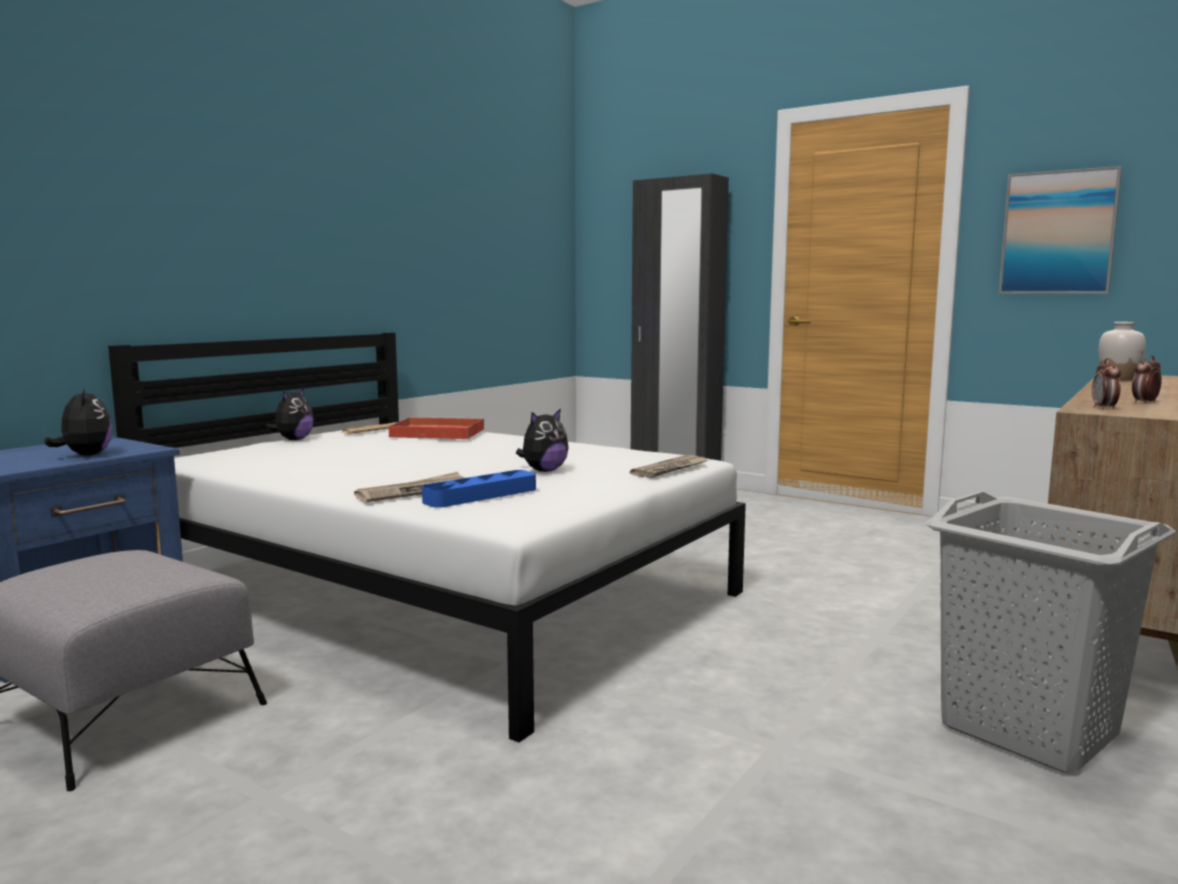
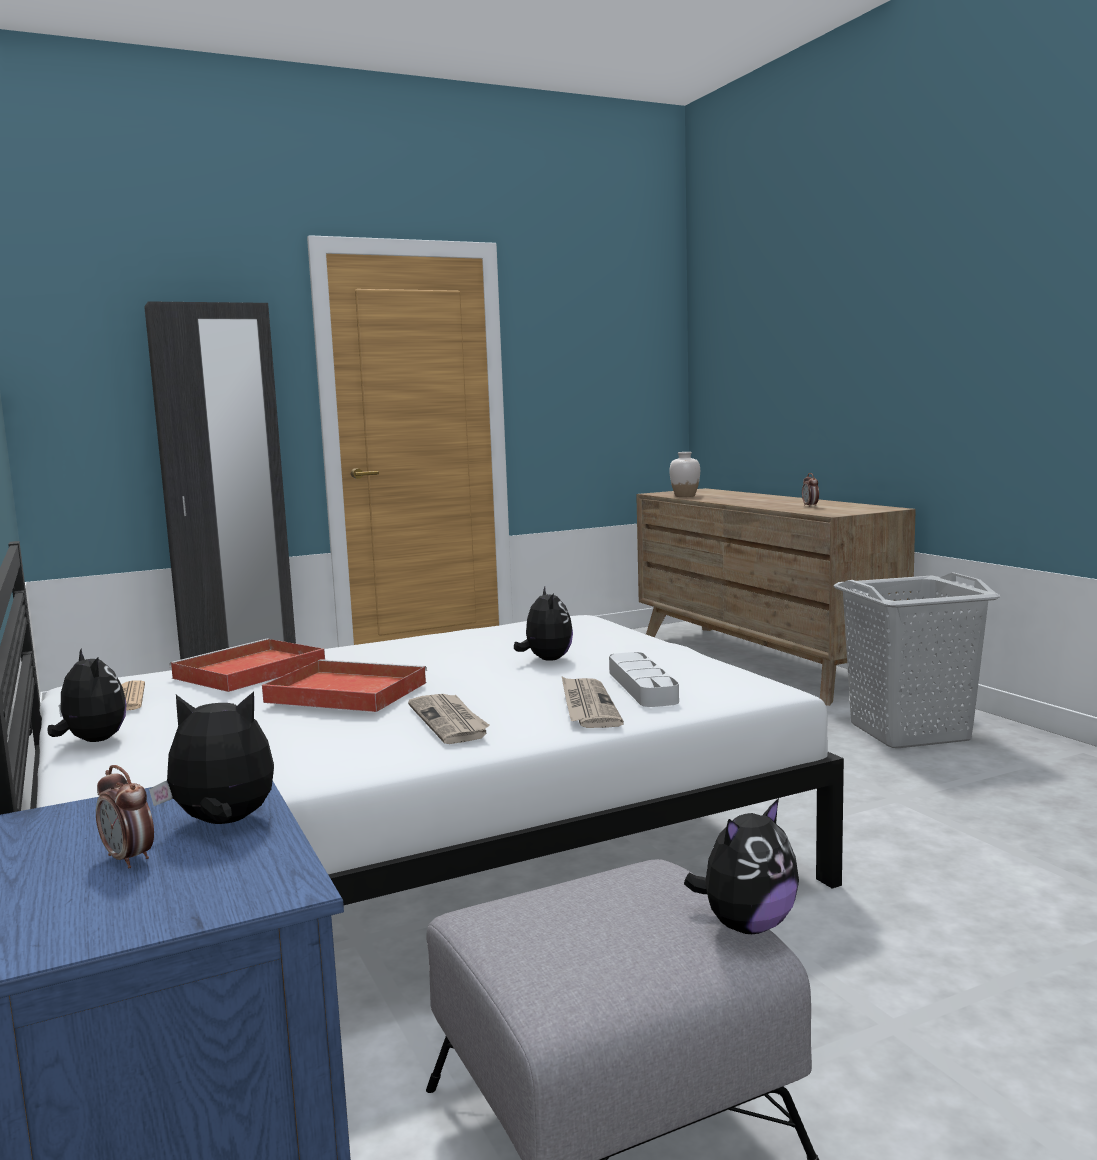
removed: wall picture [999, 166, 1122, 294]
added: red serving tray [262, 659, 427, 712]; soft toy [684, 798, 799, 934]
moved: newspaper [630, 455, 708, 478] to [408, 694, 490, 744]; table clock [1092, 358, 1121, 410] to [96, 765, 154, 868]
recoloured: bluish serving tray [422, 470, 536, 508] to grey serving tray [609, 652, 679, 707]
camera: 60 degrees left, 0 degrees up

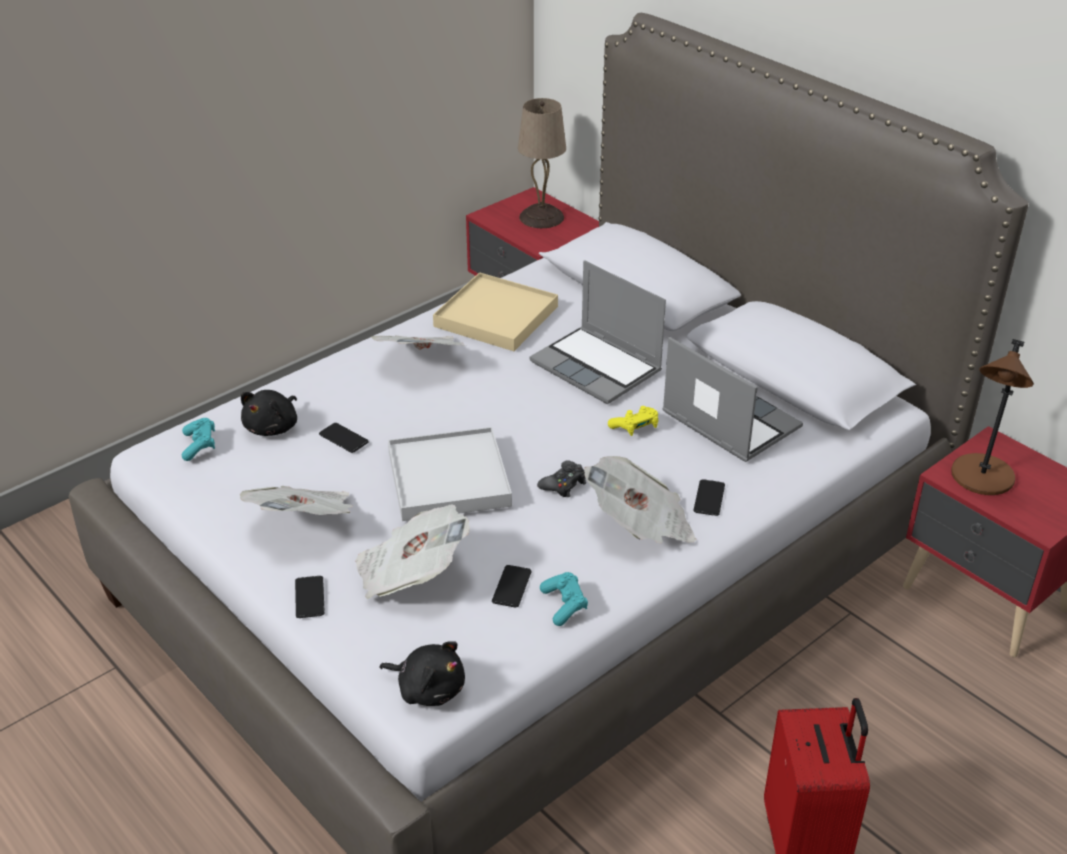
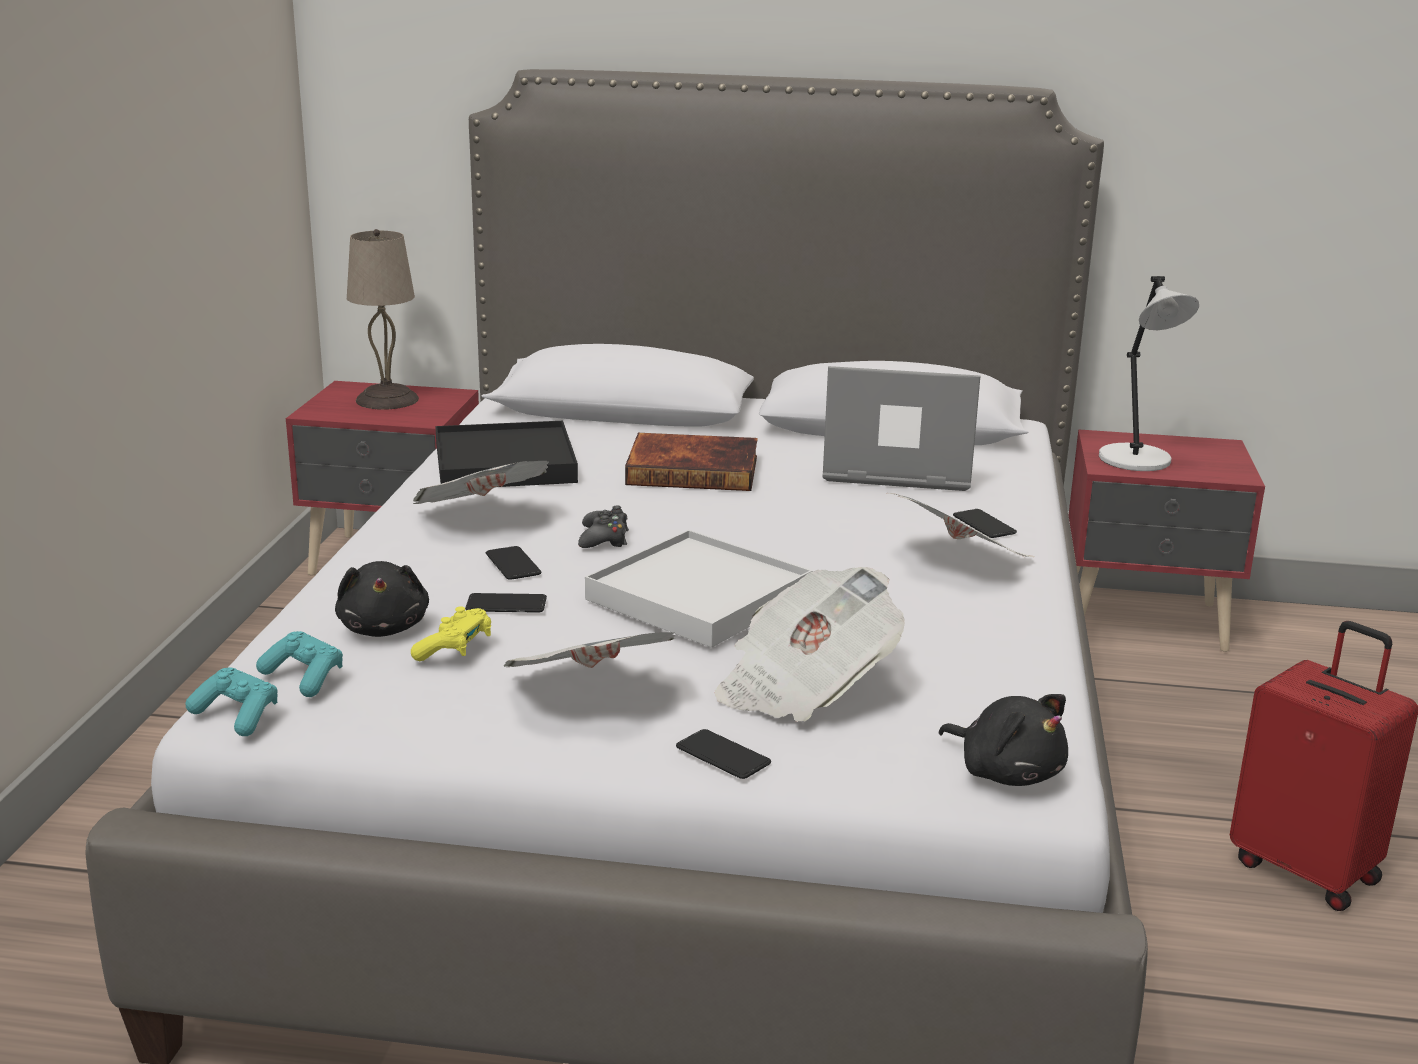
moved: telephone [492, 565, 532, 607] to [486, 546, 541, 580]; black gamepad [537, 460, 586, 497] to [578, 505, 629, 548]; blue-green gamepad [540, 572, 588, 626] to [185, 667, 278, 736]; yellow gamepad [608, 406, 658, 436] to [411, 606, 491, 661]
replaced: laptop [530, 260, 666, 404] to book [625, 433, 758, 491]
recoloured: sand-coloured serving tray [433, 272, 558, 351] to black serving tray [435, 421, 578, 487]; brown-coloured lamp for a table [951, 339, 1034, 495] to grey lamp for a table [1099, 276, 1199, 471]
turned: black soft toy [380, 641, 465, 706] = [939, 694, 1068, 786] 60 degrees clockwise
camera: 40 degrees left, 15 degrees down

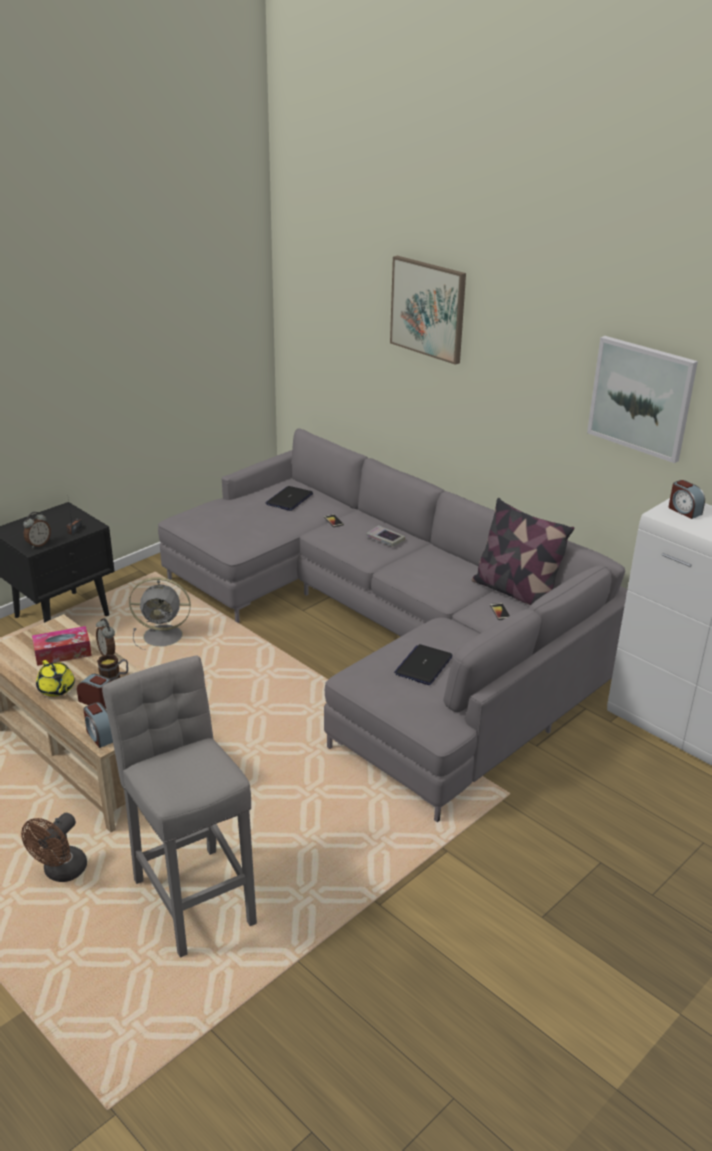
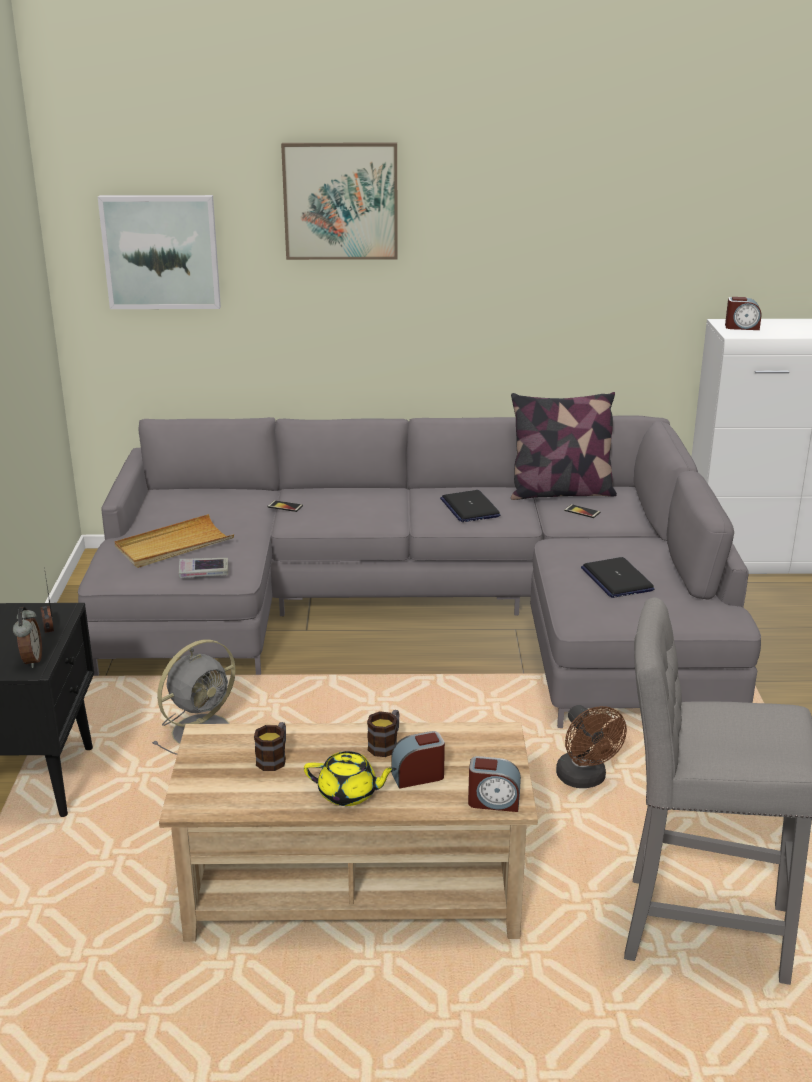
removed: table clock [96, 618, 115, 656]
added: sand-coloured serving tray [114, 514, 234, 568]
moved: brown-coloured electric fan [21, 813, 87, 882] to [556, 705, 627, 788]; laptop [265, 486, 313, 511] to [440, 490, 501, 522]; book [366, 525, 405, 547] to [179, 558, 228, 578]; wall picture [587, 336, 698, 463] to [98, 195, 221, 309]
replaced: tissue holder [32, 626, 92, 666] to mug [254, 722, 286, 771]
camera: 45 degrees left, 5 degrees down

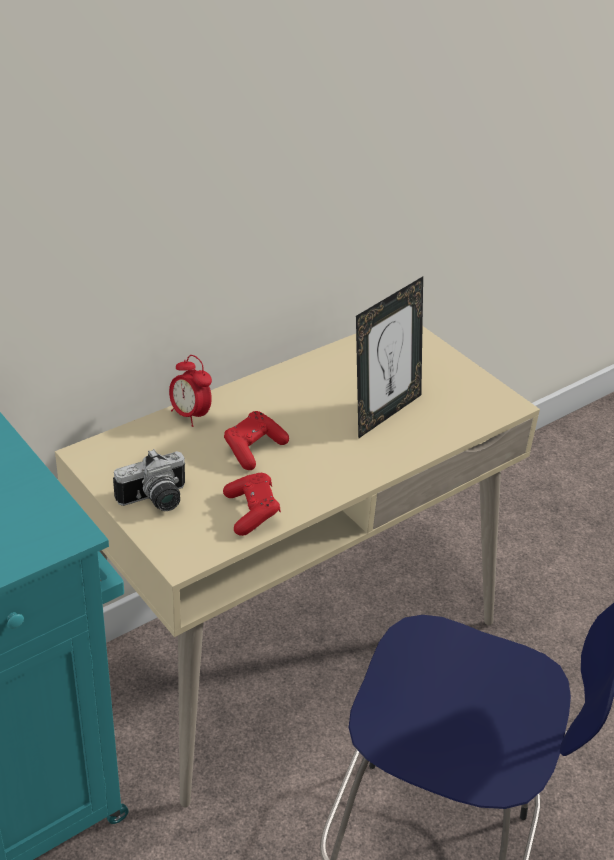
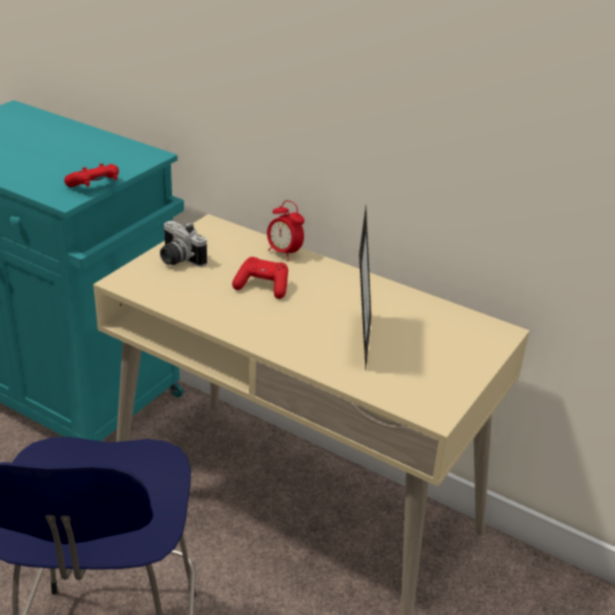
moved: red gamepad [223, 473, 281, 536] to [64, 163, 119, 187]
turned: table clock [169, 355, 212, 427] = [267, 200, 304, 261] 75 degrees counterclockwise; standing frame [356, 277, 423, 439] = [359, 207, 371, 371] 105 degrees counterclockwise
camera: 70 degrees right, 5 degrees down

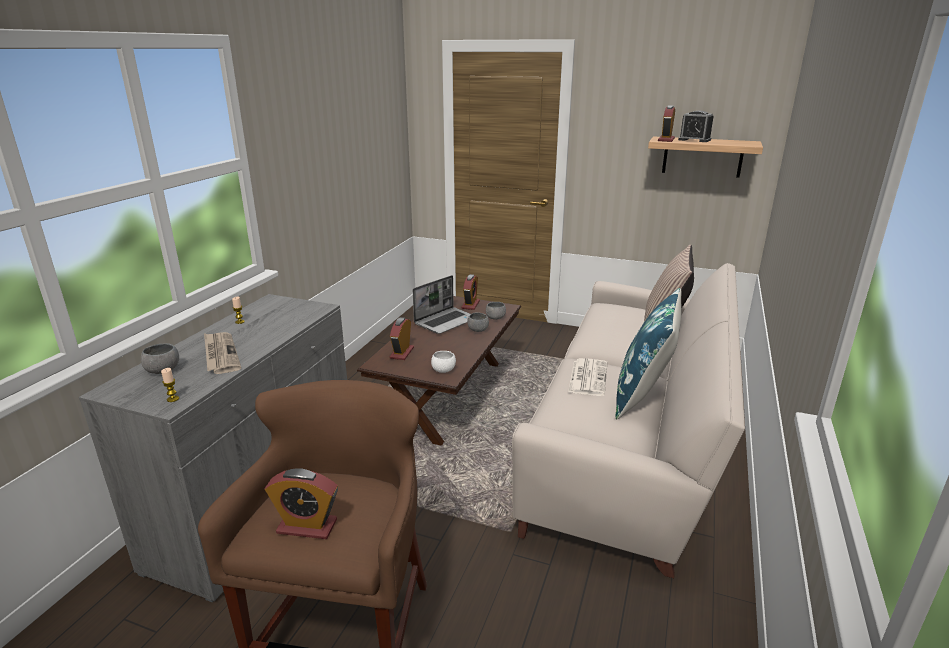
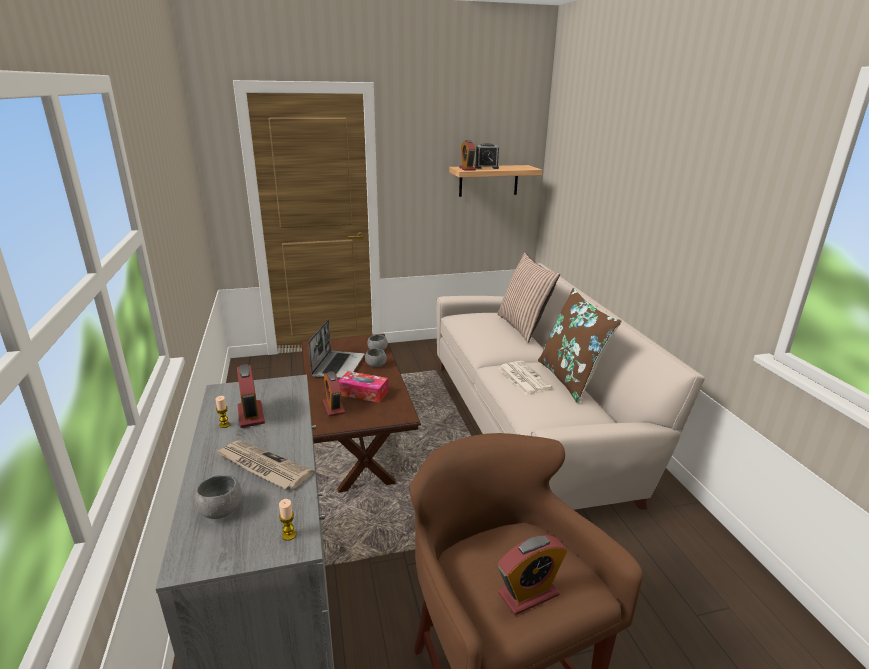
removed: white serving bowl [431, 351, 456, 373]
added: tissue holder [338, 371, 388, 403]
moved: table clock [461, 274, 480, 310] to [237, 364, 265, 428]
recoloured: bluish throw pillow [616, 288, 682, 419] to brown-coloured throw pillow [538, 288, 622, 403]
camera: 35 degrees left, 0 degrees up

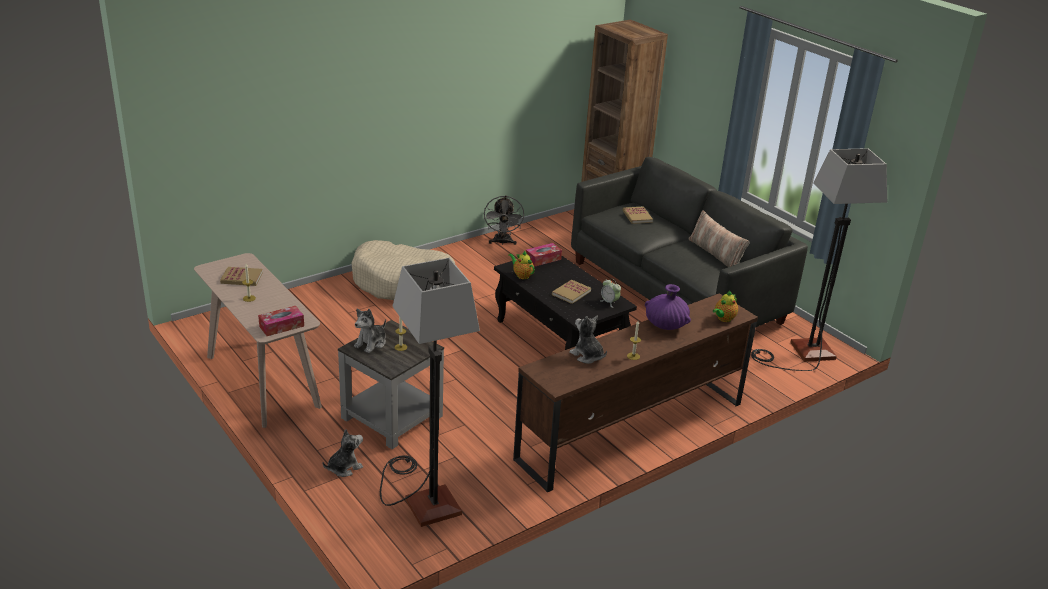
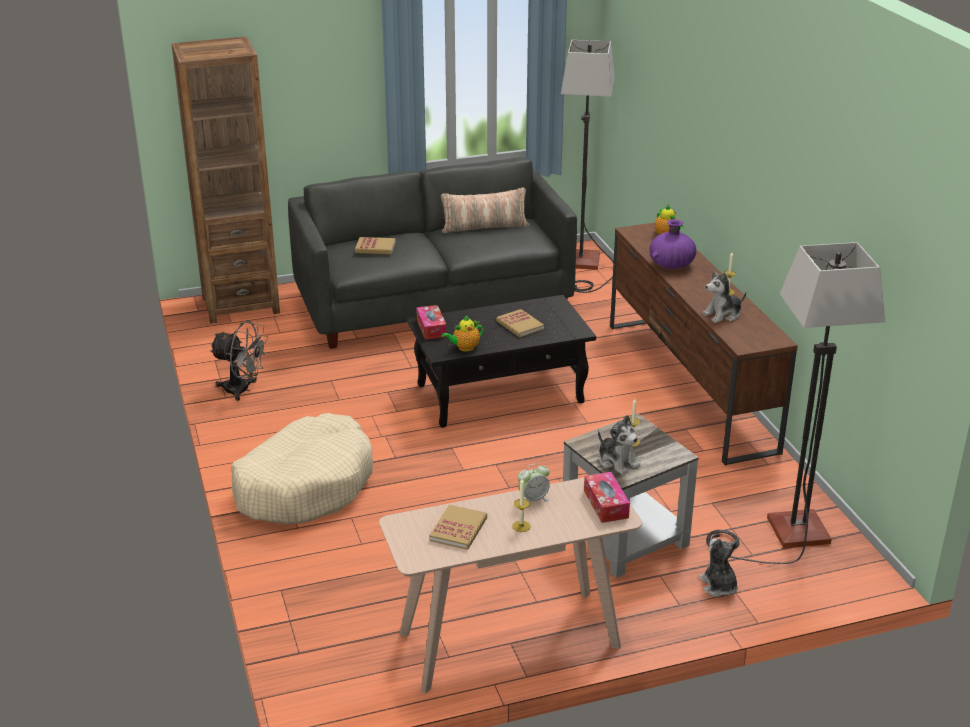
moved: table clock [600, 279, 621, 308] to [518, 463, 550, 506]
camera: 70 degrees left, 0 degrees up

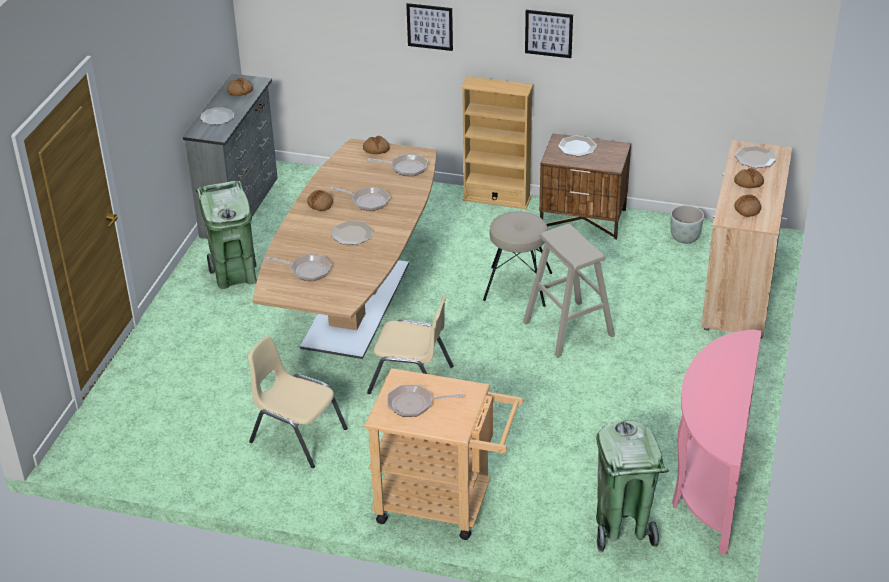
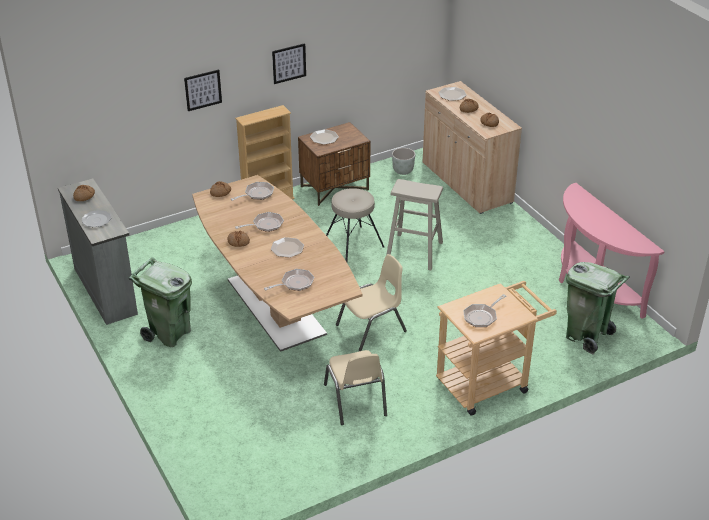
turned: sand-coloured chair [248, 336, 347, 468] = [324, 350, 387, 425] 90 degrees counterclockwise
camera: 45 degrees left, 0 degrees up

